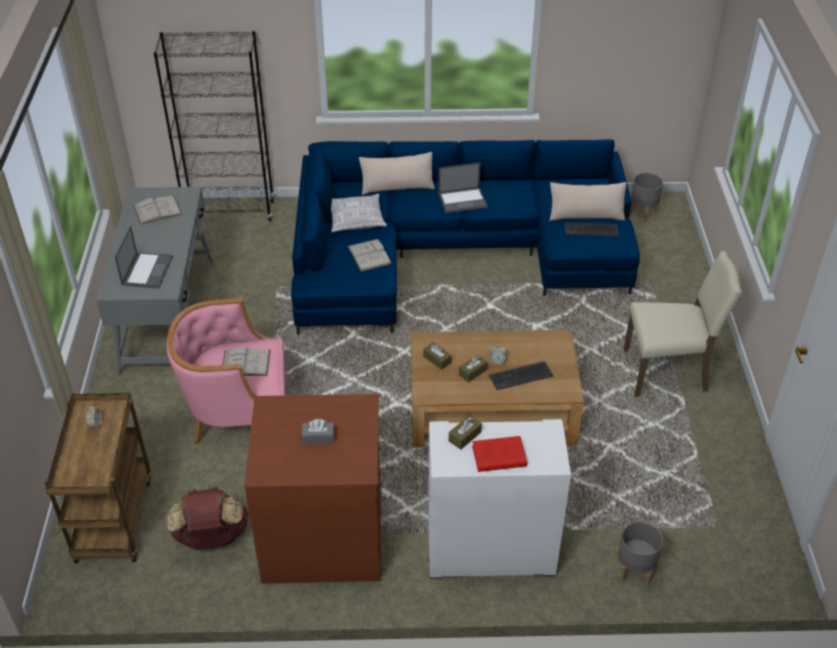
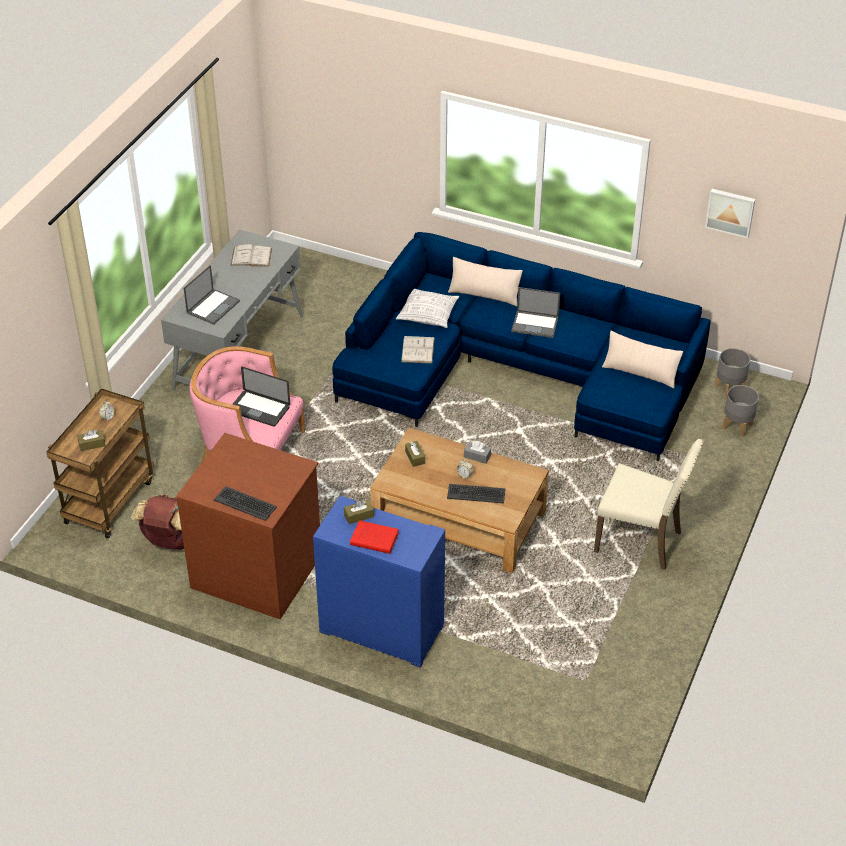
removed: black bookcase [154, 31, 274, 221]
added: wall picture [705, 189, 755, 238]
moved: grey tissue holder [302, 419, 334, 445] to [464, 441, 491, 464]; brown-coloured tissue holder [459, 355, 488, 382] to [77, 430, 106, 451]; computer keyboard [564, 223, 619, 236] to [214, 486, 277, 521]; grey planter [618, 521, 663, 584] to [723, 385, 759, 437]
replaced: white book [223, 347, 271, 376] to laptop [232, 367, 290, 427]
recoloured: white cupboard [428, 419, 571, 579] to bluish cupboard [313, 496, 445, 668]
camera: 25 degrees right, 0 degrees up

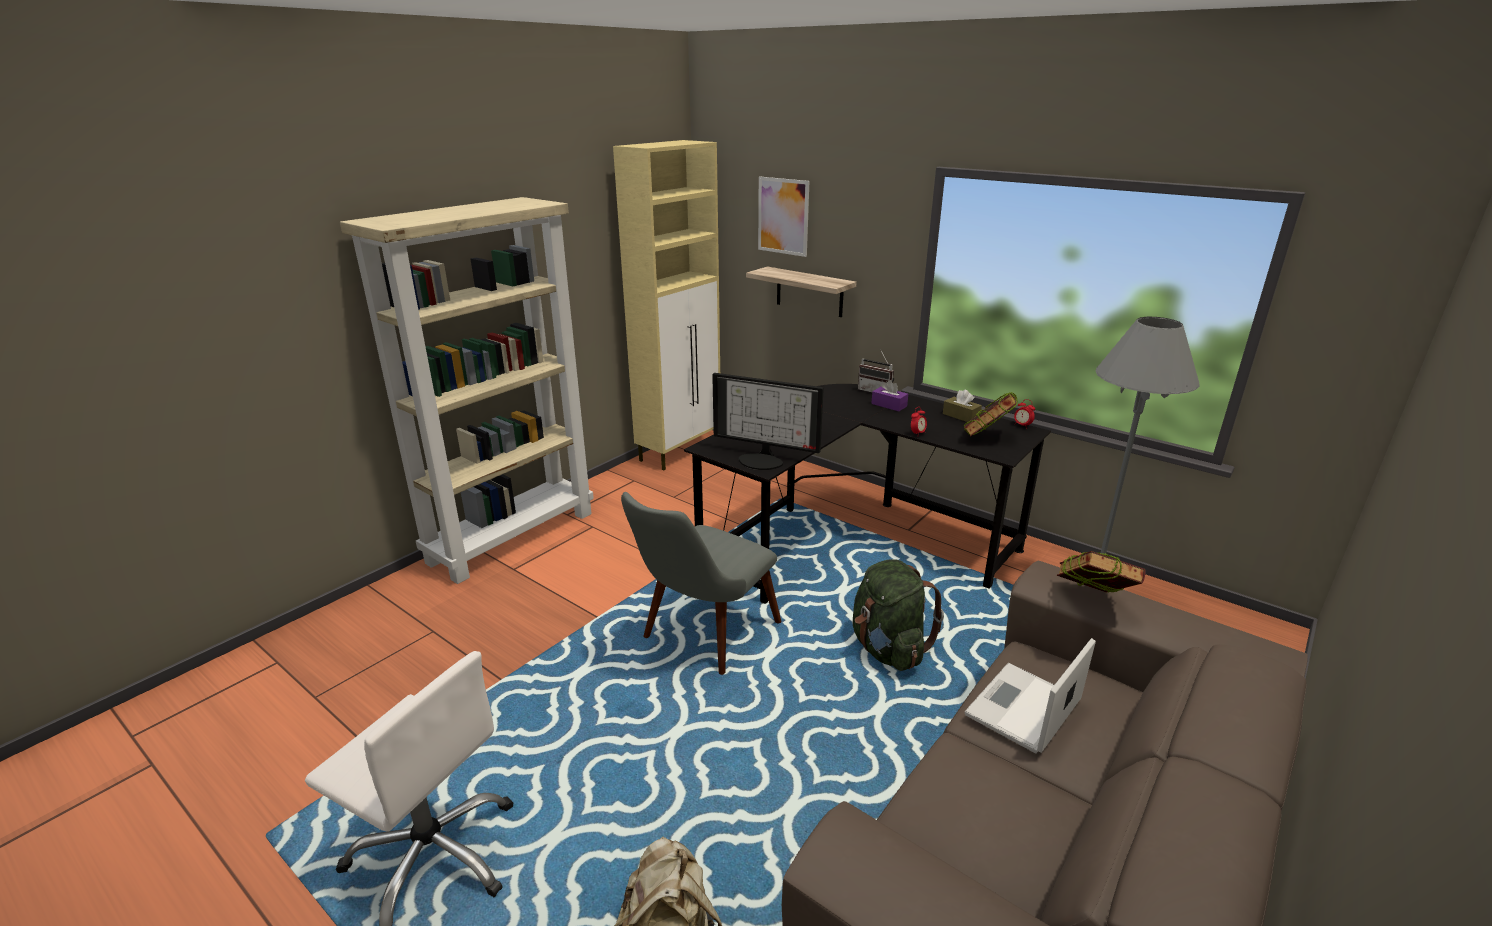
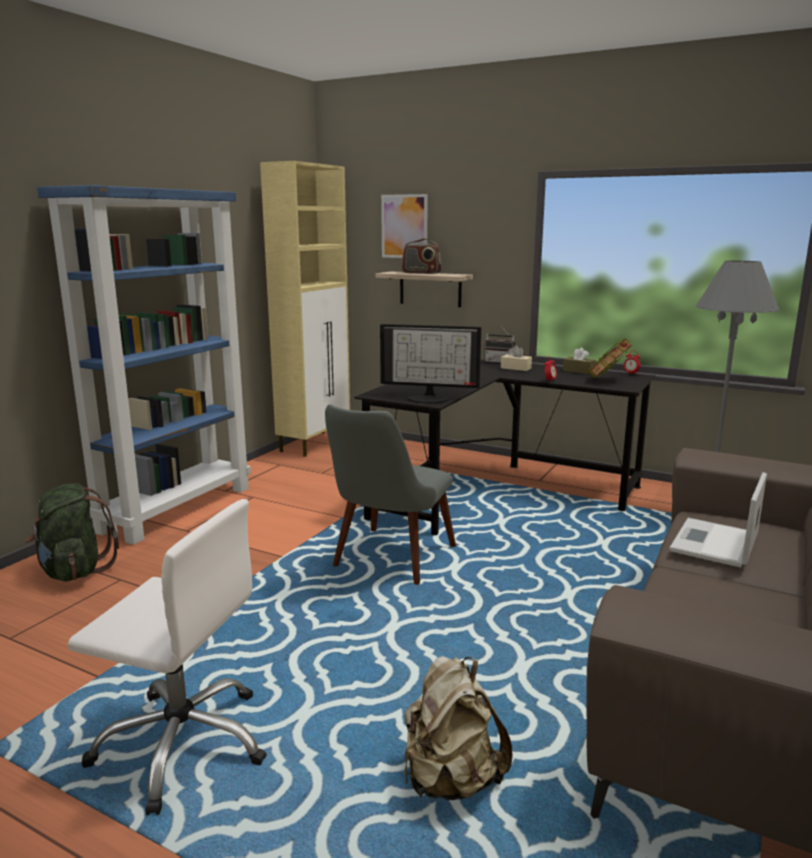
removed: book [1057, 551, 1146, 593]
added: radio receiver [402, 238, 442, 274]
moved: greenish rucksack [853, 559, 944, 671] to [25, 483, 119, 582]
recoloured: sand-coloured bookcase [340, 197, 594, 584] to bluish bookcase [37, 185, 251, 545]; purplish tissue holder [871, 380, 908, 411] to sand-coloured tissue holder [501, 345, 532, 371]
camera: 10 degrees left, 10 degrees down

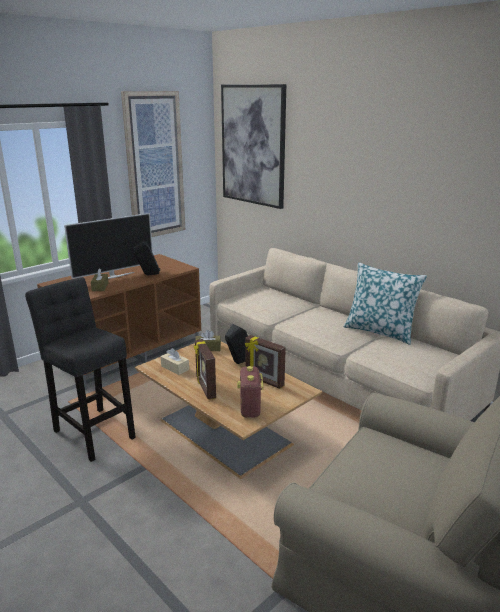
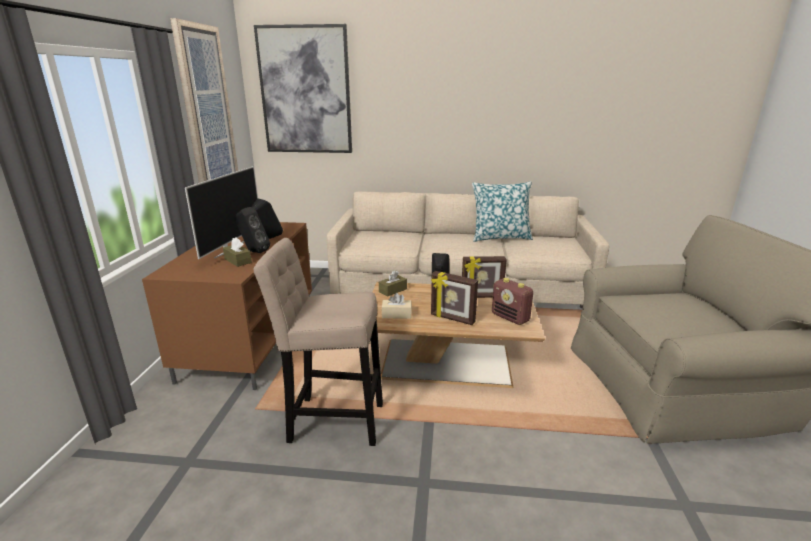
added: black loudspeaker [234, 207, 270, 253]
recoloured: black stool seat [25, 277, 136, 462] to sand-coloured stool seat [254, 238, 383, 446]
camera: 40 degrees left, 0 degrees up

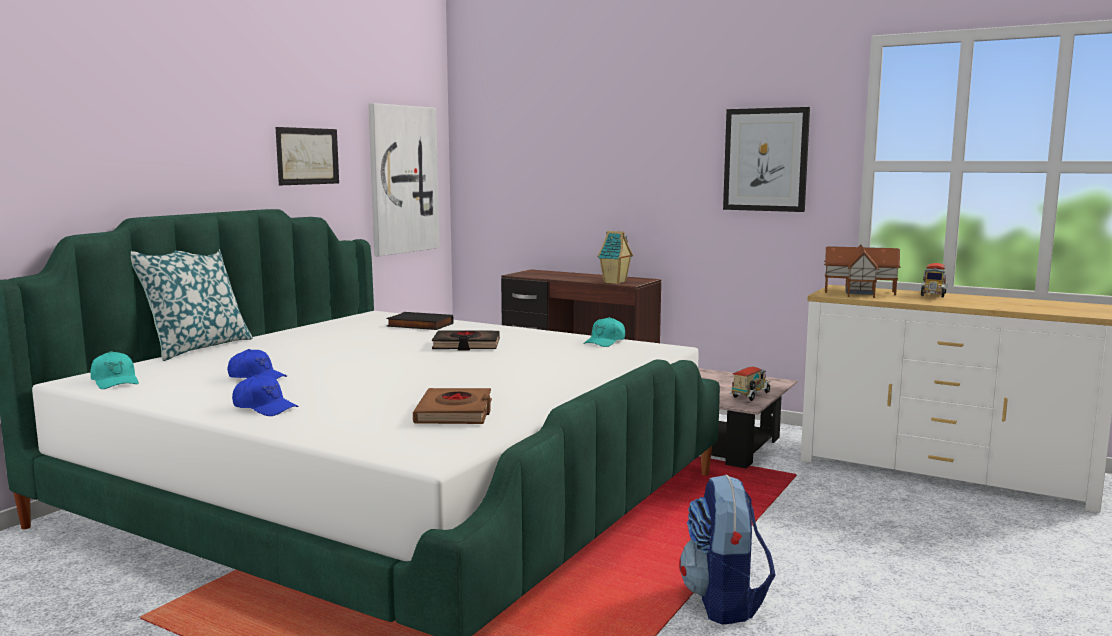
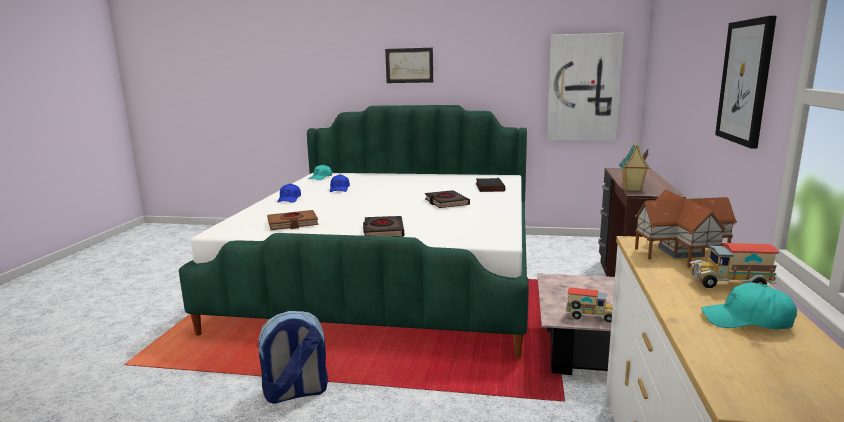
removed: throw pillow [131, 249, 253, 361]
added: black book [363, 216, 404, 237]
moved: wall picture [276, 127, 339, 185] to [385, 48, 433, 83]; blue-green cap [583, 317, 625, 347] to [701, 282, 797, 330]
camera: 70 degrees right, 5 degrees up

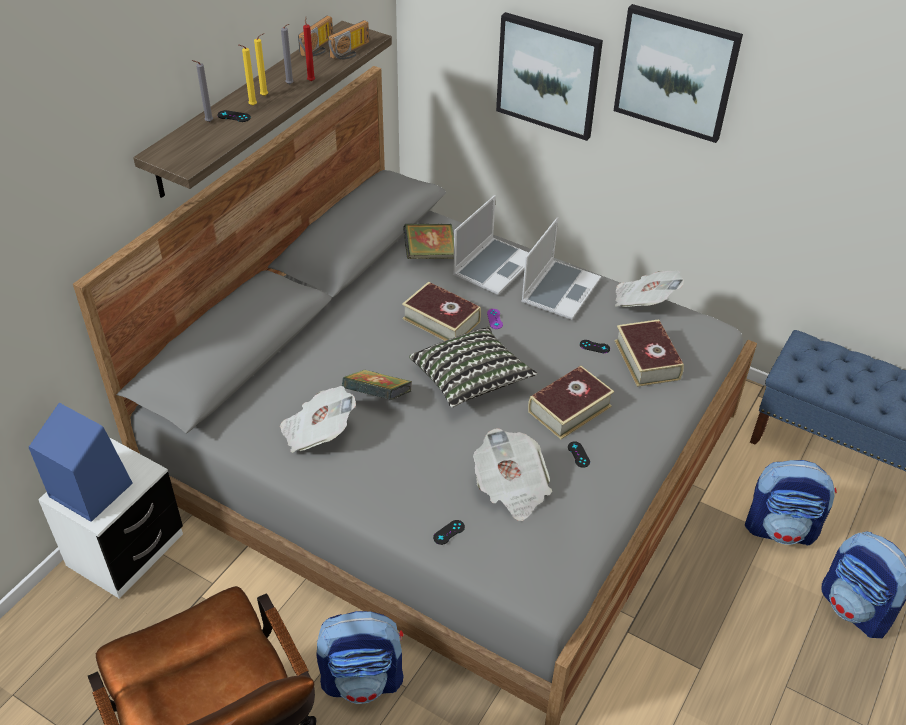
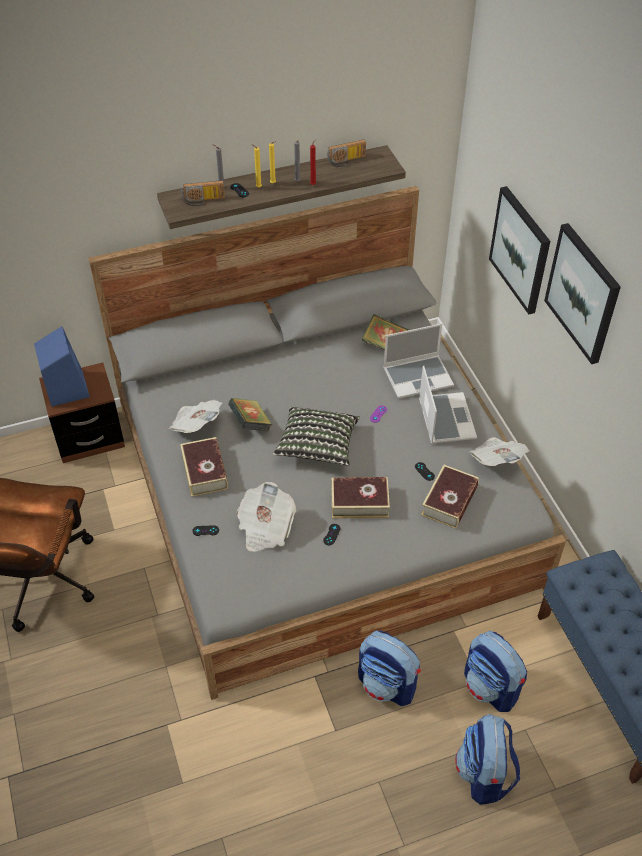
moved: rucksack [316, 611, 404, 704] to [358, 630, 420, 706]; radio receiver [328, 20, 369, 60] to [181, 181, 225, 206]; book [402, 282, 481, 341] to [180, 437, 228, 497]
recoloured: white nightstand [38, 437, 183, 599] to brown-coloured nightstand [39, 363, 125, 463]
turned: laptop [521, 217, 601, 320] = [419, 366, 477, 444] 75 degrees counterclockwise
camera: 40 degrees right, 5 degrees up

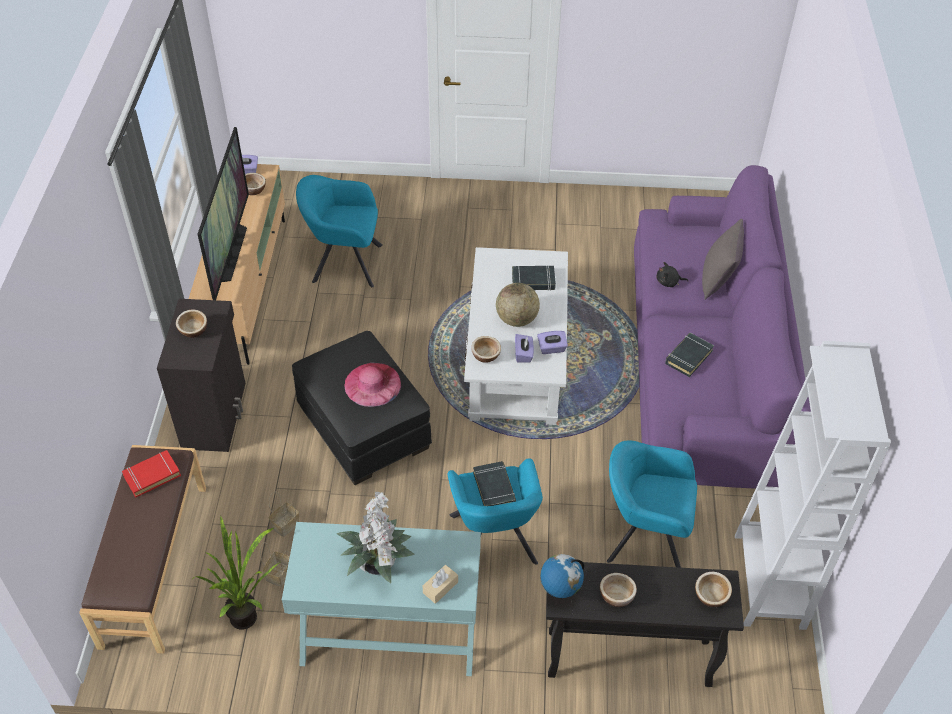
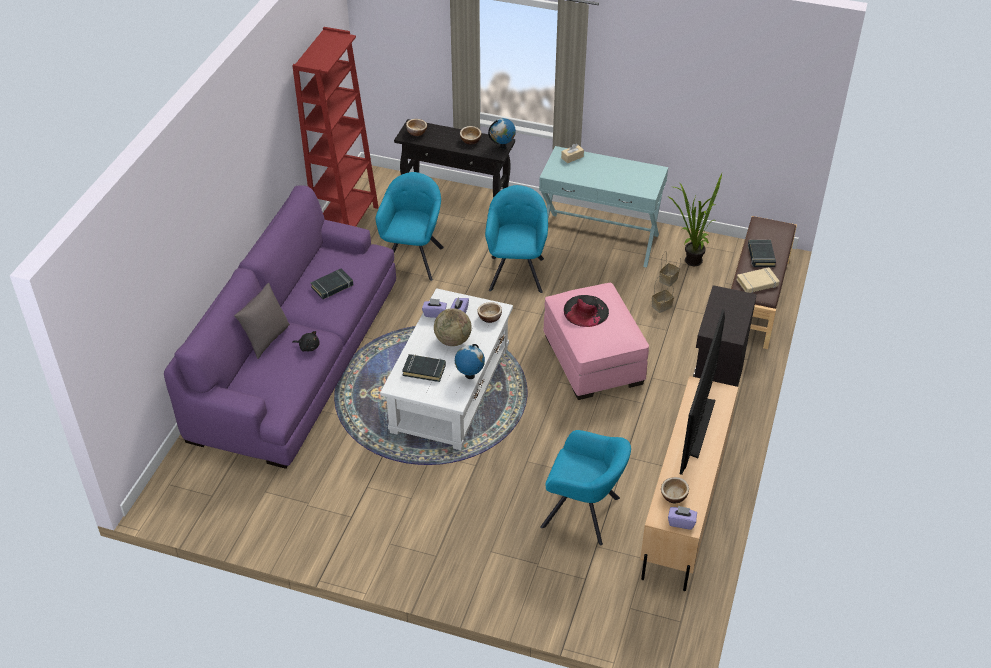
removed: serving bowl [176, 310, 207, 338]; potted plant [336, 492, 415, 583]
added: world globe [455, 344, 485, 379]
moved: black book [473, 461, 516, 506] to [748, 240, 776, 267]
recoloured: red book [122, 450, 181, 498] to sand-coloured book [736, 267, 779, 293]; black ottoman [292, 331, 432, 485] to pink ottoman [543, 283, 649, 400]; pink clothing hat [344, 363, 401, 407] to black clothing hat [564, 295, 609, 327]; white bookcase [735, 341, 891, 630] to red bookcase [292, 27, 378, 227]
turned: blue-green armchair [607, 440, 697, 568] = [376, 172, 444, 281] 105 degrees counterclockwise
camera: 165 degrees left, 5 degrees down

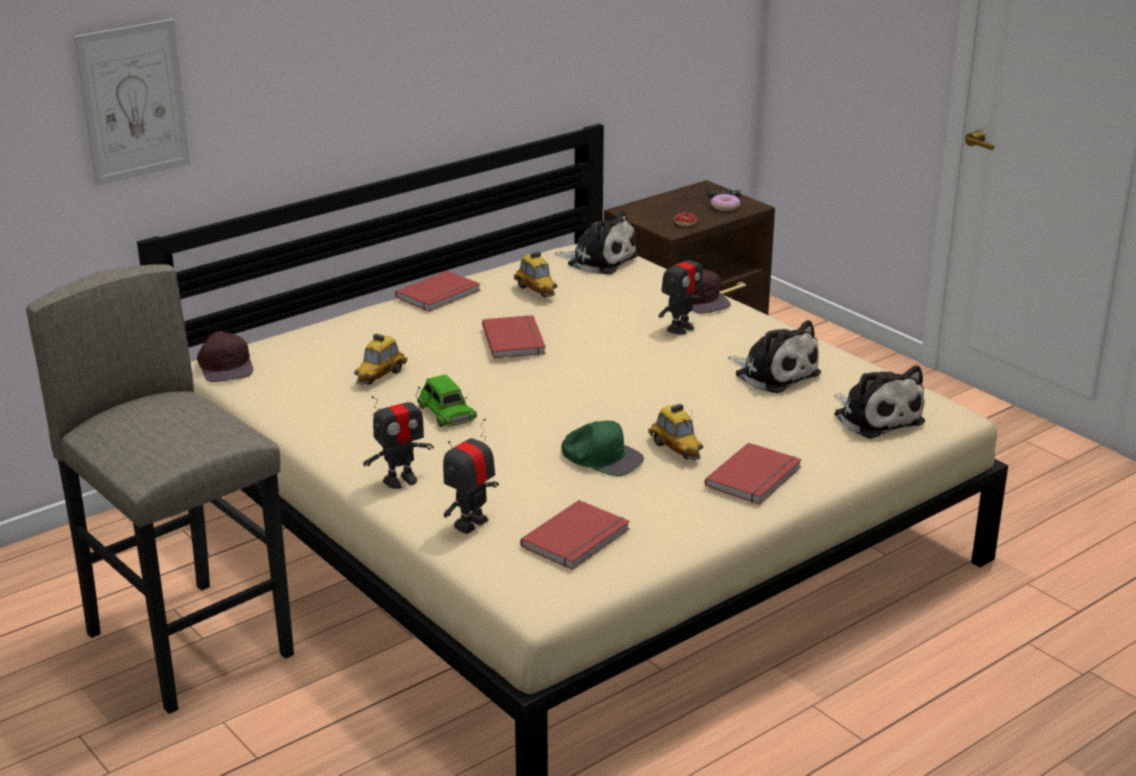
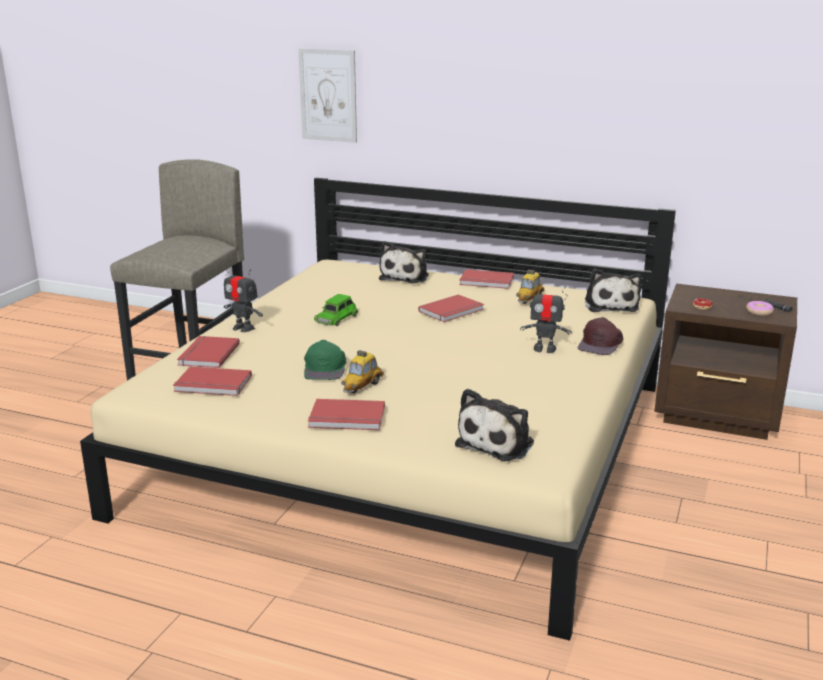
removed: brown-coloured cap [197, 331, 253, 382]; model car [354, 333, 407, 385]
moved: soft toy [728, 320, 821, 394] to [379, 241, 429, 283]
replaced: model robot [443, 418, 499, 534] to red book [177, 336, 240, 368]
camera: 60 degrees right, 5 degrees down

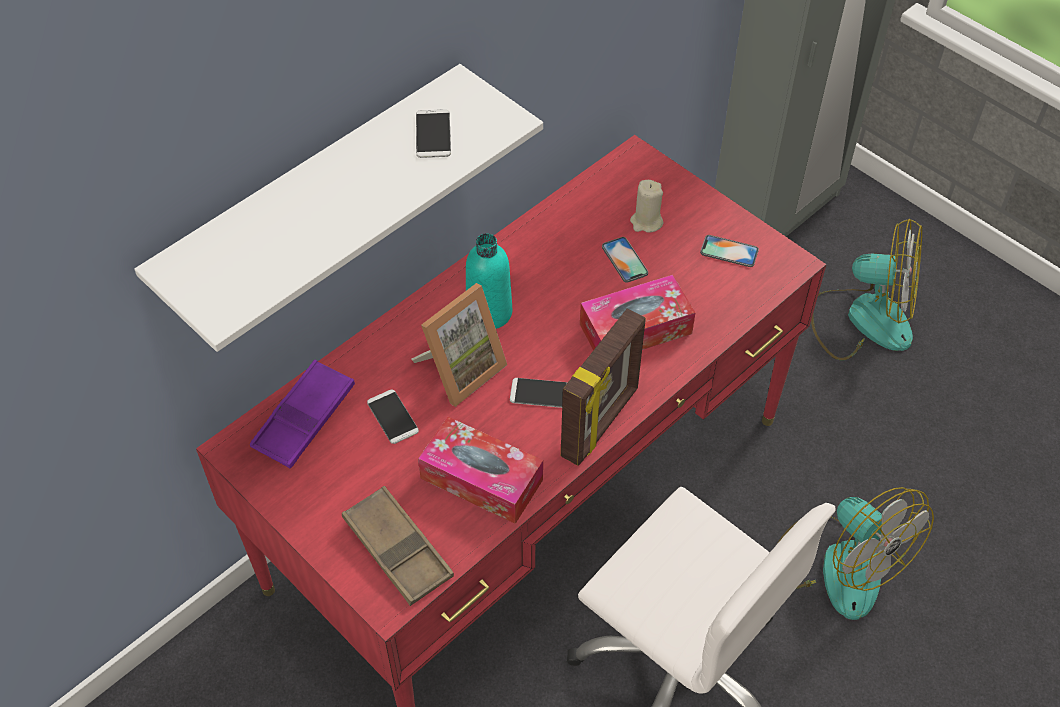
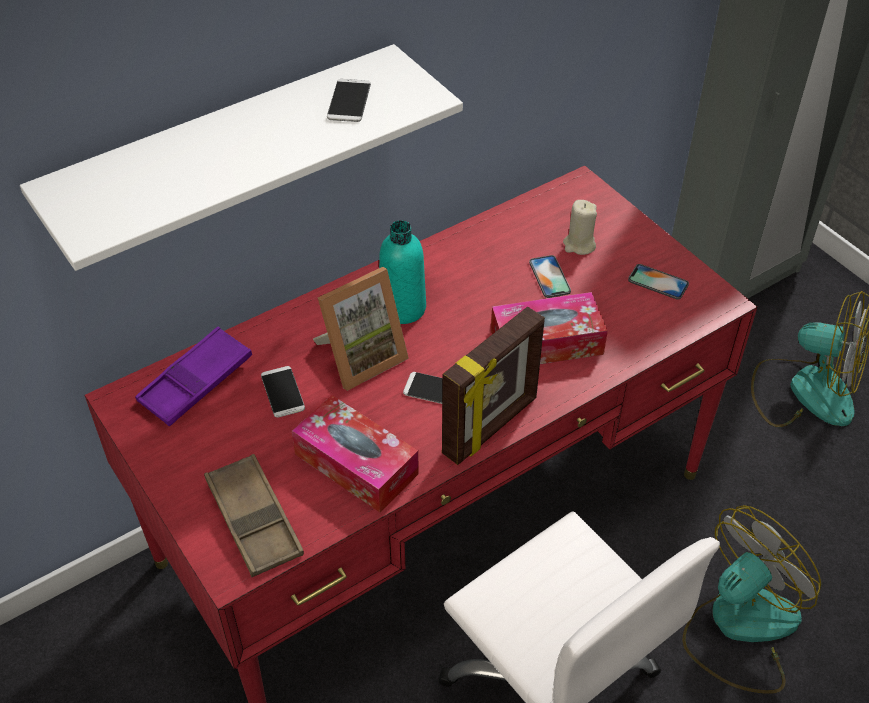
turned: electric fan [777, 487, 934, 620] = [682, 505, 821, 694] 105 degrees counterclockwise
camera: 10 degrees right, 5 degrees down

